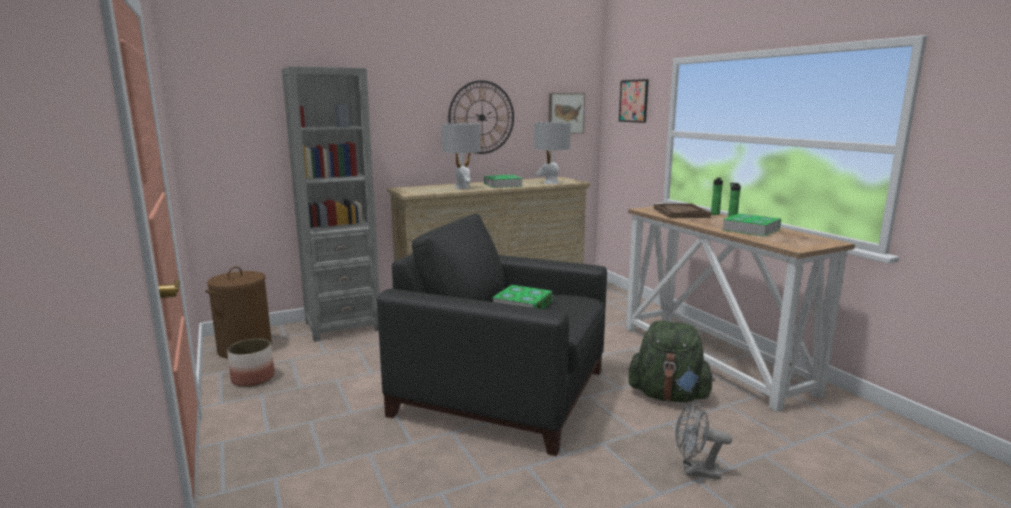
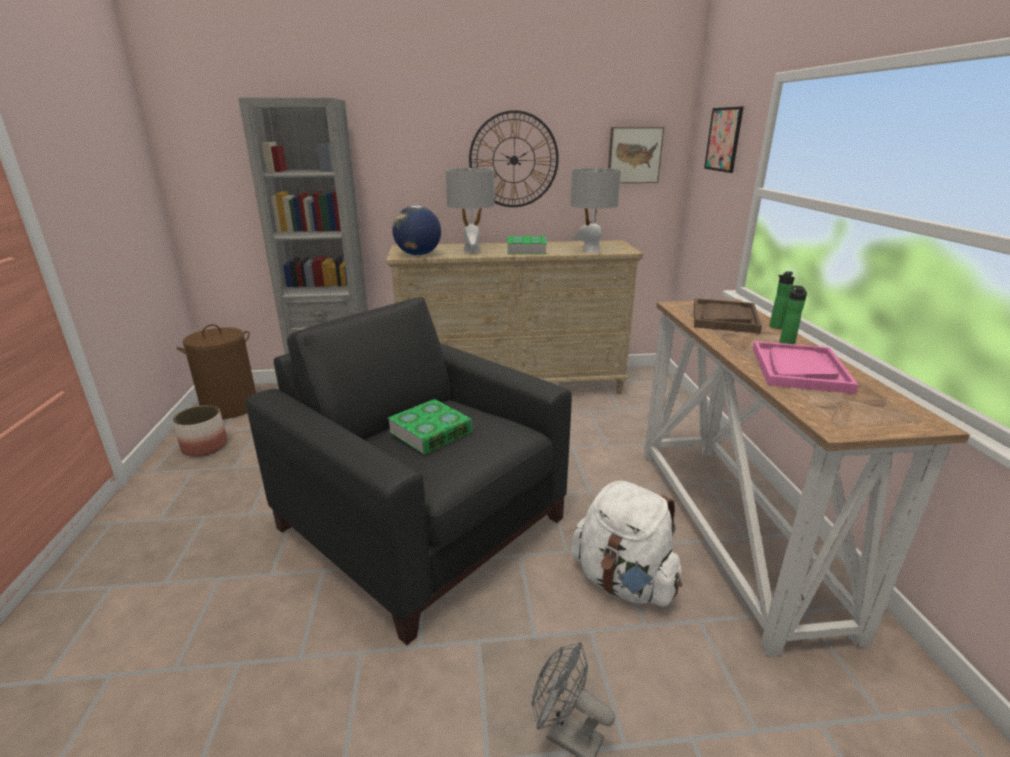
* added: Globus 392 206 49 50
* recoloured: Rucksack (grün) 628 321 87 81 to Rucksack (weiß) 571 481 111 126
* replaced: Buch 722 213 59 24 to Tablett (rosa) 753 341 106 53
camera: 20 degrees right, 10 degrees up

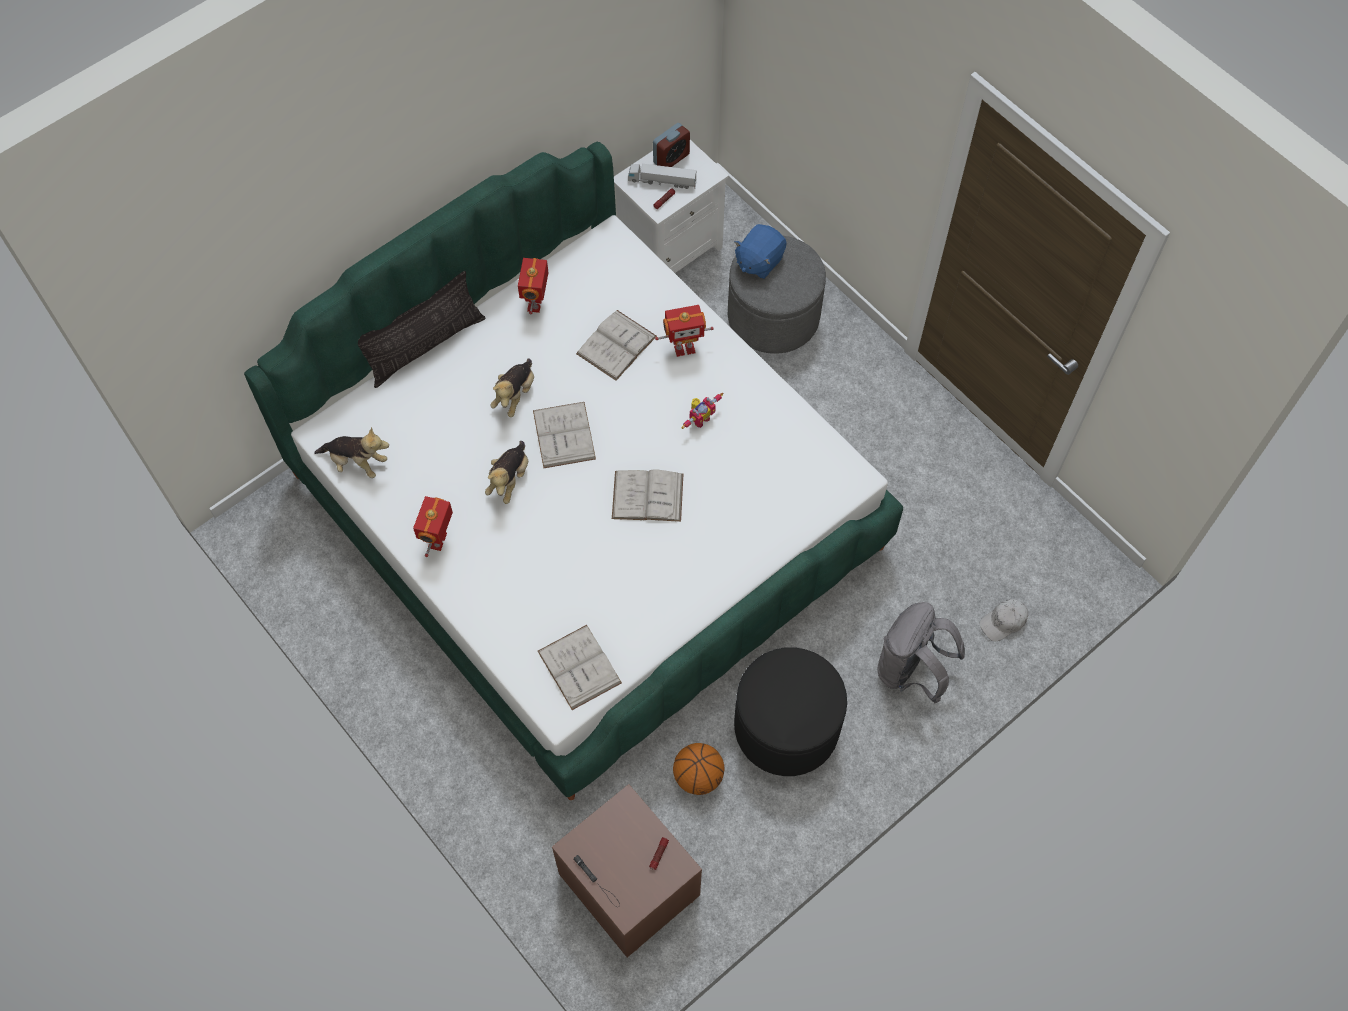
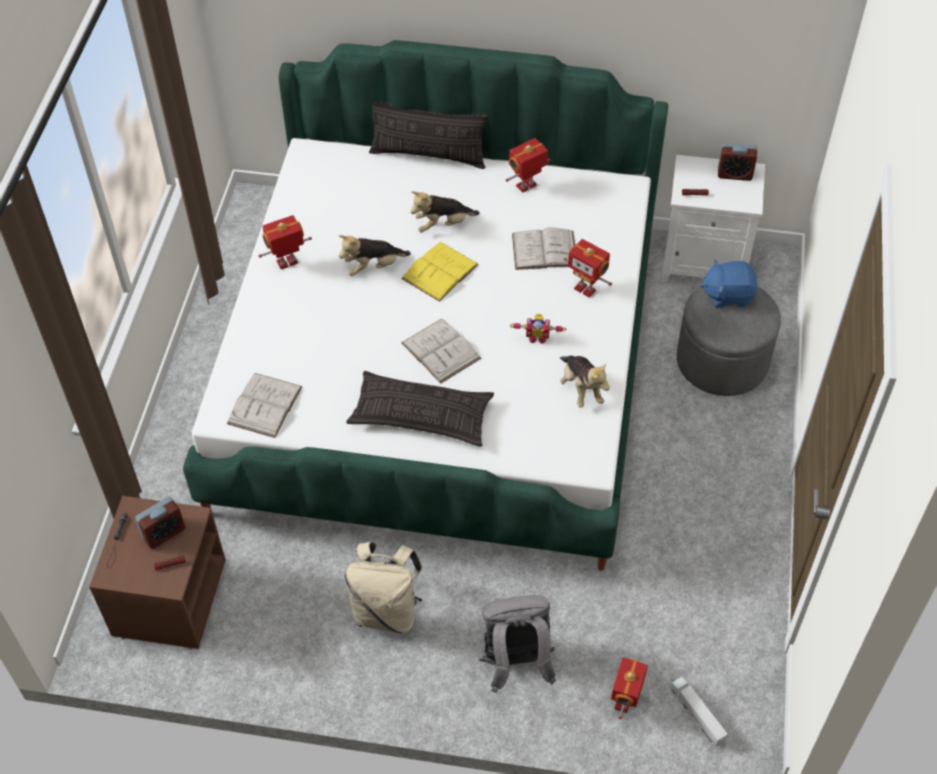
* added: Wecker 135 497 50 52
* replaced: Polsterhocker (schwarz) 734 647 113 129 to Rucksack (beige) 345 541 78 92
* added: Kissen 346 371 148 76
* recoloured: Buch (weiß) 533 402 63 67 to Buch (gelb) 401 242 78 60
* moved: Plüschtier 314 427 75 51 to 560 356 50 52
* replaced: Kappe (weiß) 980 599 48 43 to Spielzeugroboter 611 657 37 62
* moved: Spielzeuglaster 628 164 69 25 to 669 677 59 71
* removed: Basketball 673 743 52 52
camera: 50 degrees right, 10 degrees down

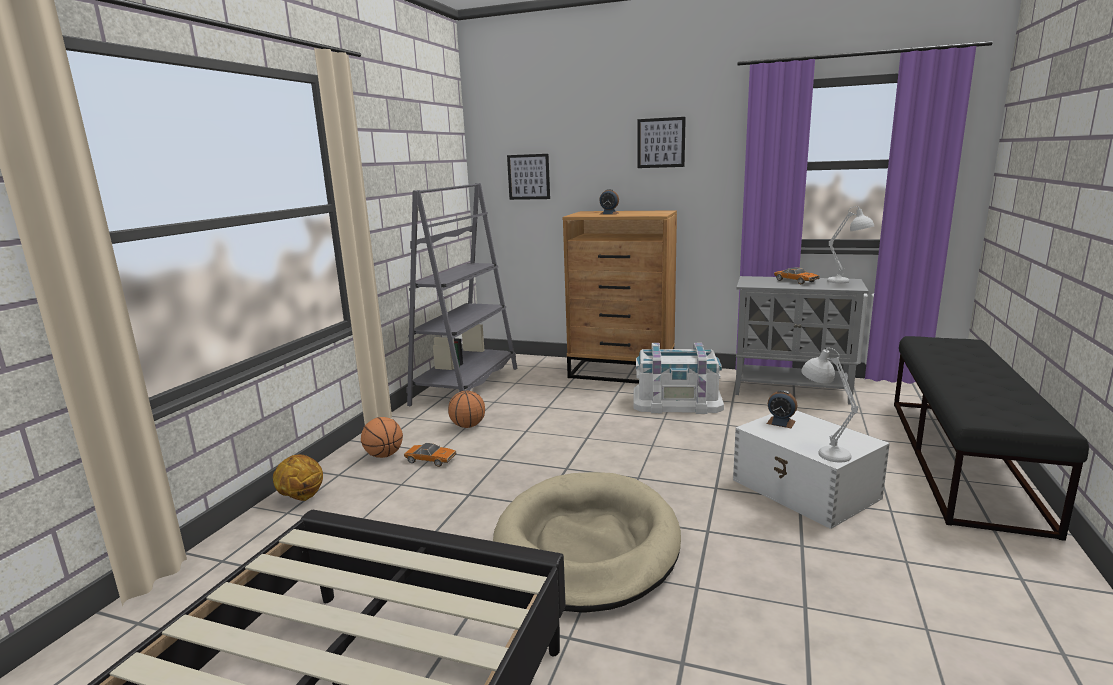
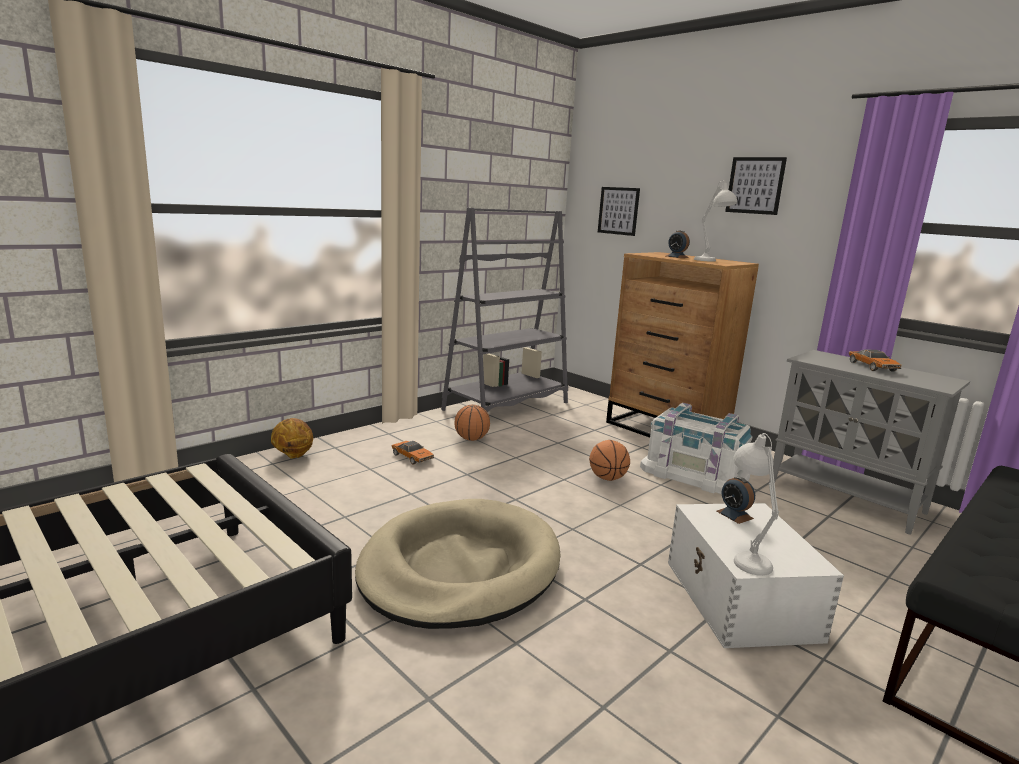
* moved: Basketball 361 417 42 41 to 589 440 41 41
* moved: Tischlampe (weiß) 827 206 47 77 to 694 180 43 82
camera: 25 degrees right, 0 degrees up

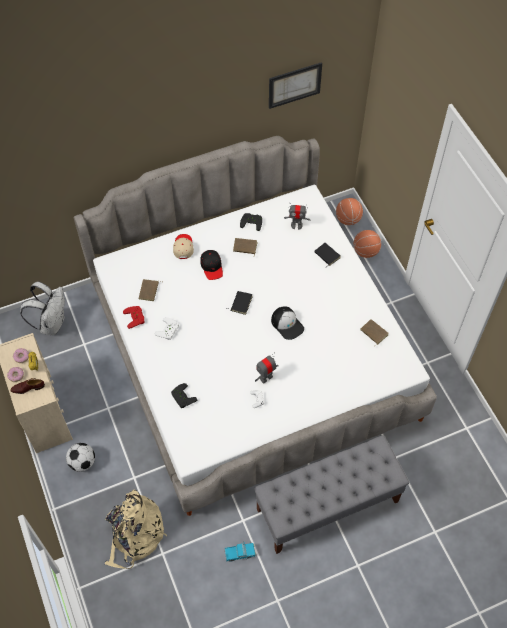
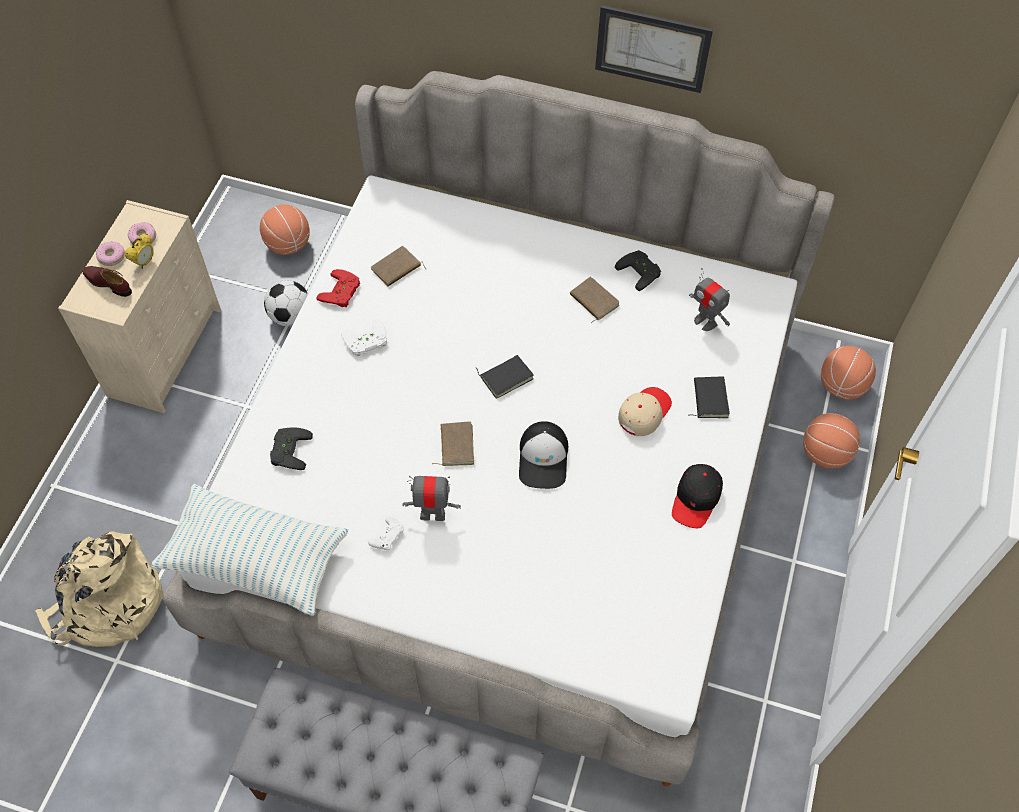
* added: Kissen 152 484 196 132
* replaced: Rucksack (weiß) 20 281 45 54 to Basketball 260 204 50 51
* moved: Fußball 66 443 29 29 to 264 280 44 46
* moved: Buch (braun) 361 319 27 28 to 432 421 42 45
* moved: Bild 269 62 53 47 to 595 5 118 88
* moved: Kappe (beige) 173 234 21 25 to 618 387 54 49
* moved: Kappe (schwarz) 200 250 23 30 to 672 464 51 64
* removed: Spielzeuglaster 224 541 32 21
camera: 40 degrees right, 0 degrees up

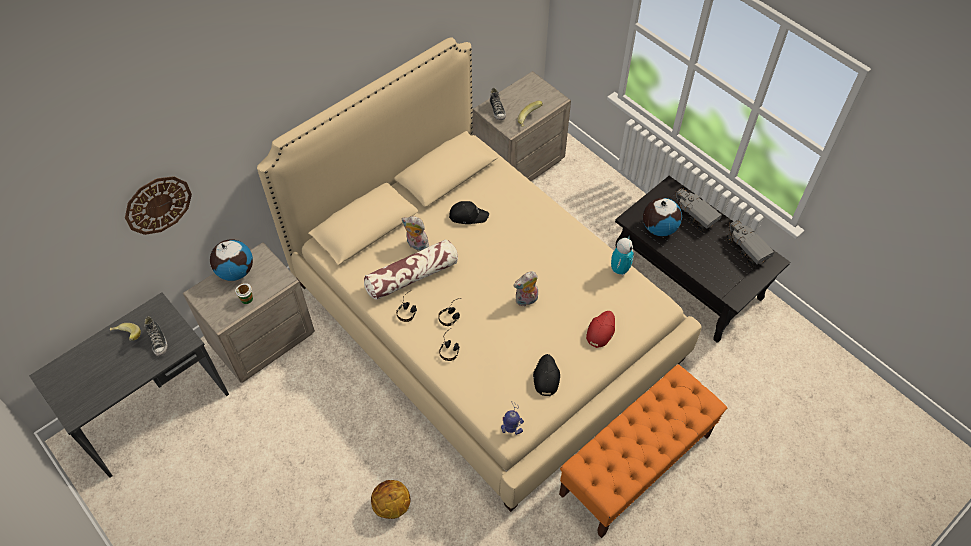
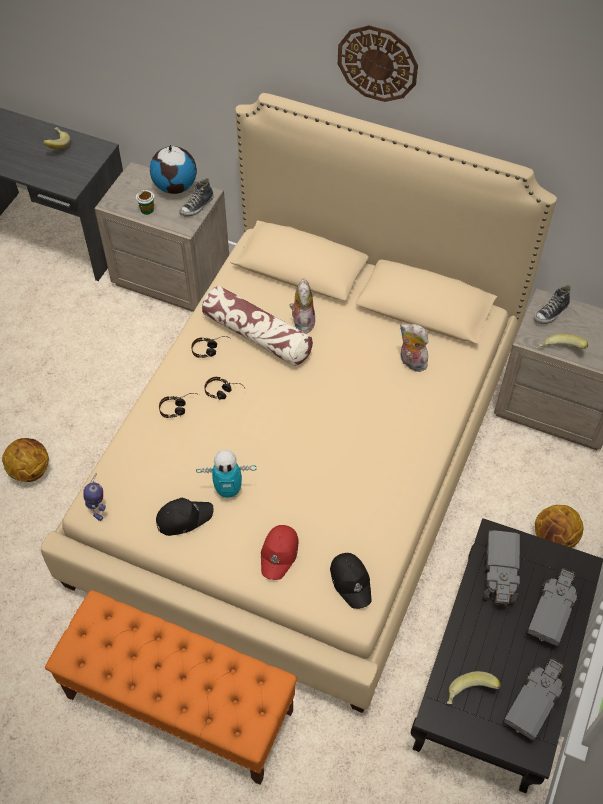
* moved: Schuh 144 316 24 40 to 179 178 35 38
* moved: Spielzeugroboter 611 235 23 41 to 196 450 61 48
* turned: Kappe (rot) 586 311 29 37 = 261 525 38 55 105 degrees clockwise
* moved: Kappe (schwarz) 449 201 40 23 to 330 553 42 56
* moved: Wanduhr 125 176 67 59 to 338 25 80 77
* moved: Plüschtier 513 271 25 35 to 400 324 28 48
* added: Banane 447 671 54 33
* replaced: Globus 643 198 39 38 to Spielzeuglaster 482 530 38 76
* added: Basketball 535 505 48 43
camera: 65 degrees right, 0 degrees up

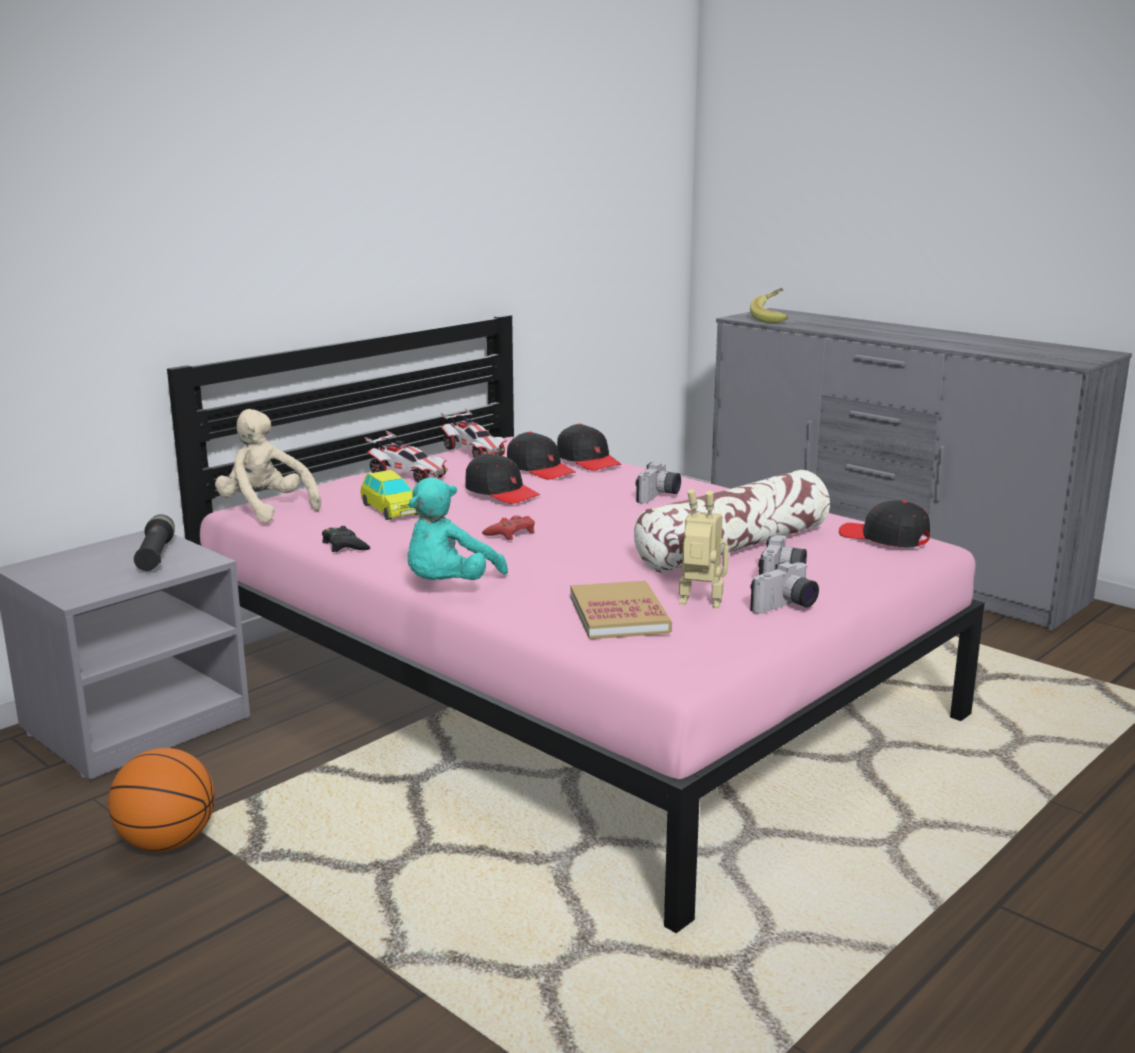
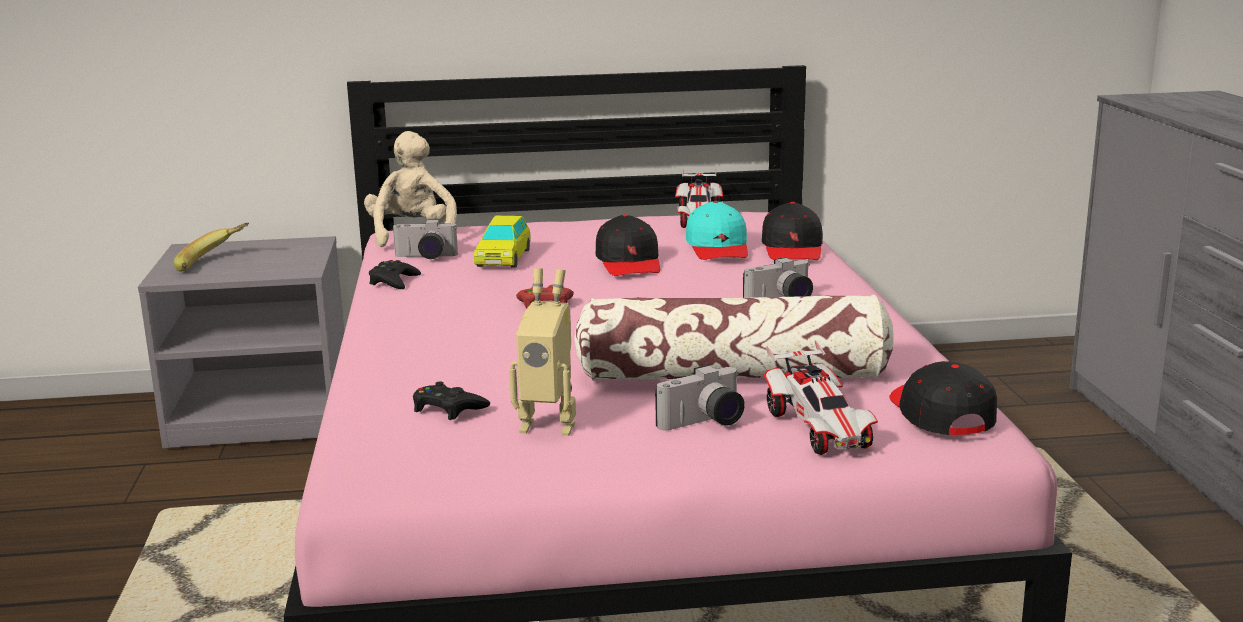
* moved: Banane 750 288 38 35 to 174 223 75 49
* moved: Kamera 750 561 69 53 to 393 219 65 40
* replaced: Buch 571 581 101 58 to Gamepad (schwarz) 413 382 77 38
* turned: Spielzeugroboter 679 489 50 119 = 509 268 67 168 135 degrees clockwise
* recoloured: Kappe (schwarz) 507 431 69 49 to Kappe (türkis) 686 201 62 59
* moved: Spielzeugauto 365 431 83 52 to 763 340 115 115
* removed: Basketball 108 748 107 104
* removed: Taschenlampe (schwarz) 134 514 41 57
* removed: Plüschtier (türkis) 408 478 100 102
camera: 40 degrees right, 0 degrees up

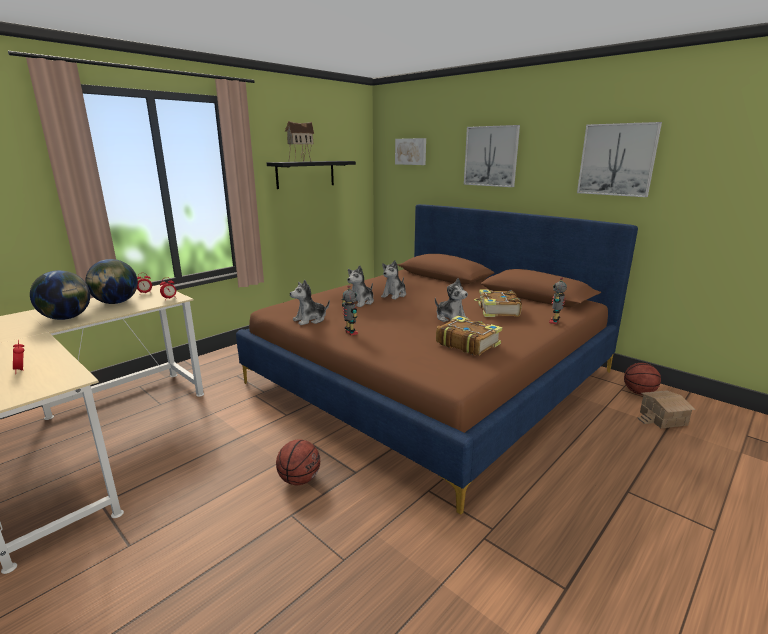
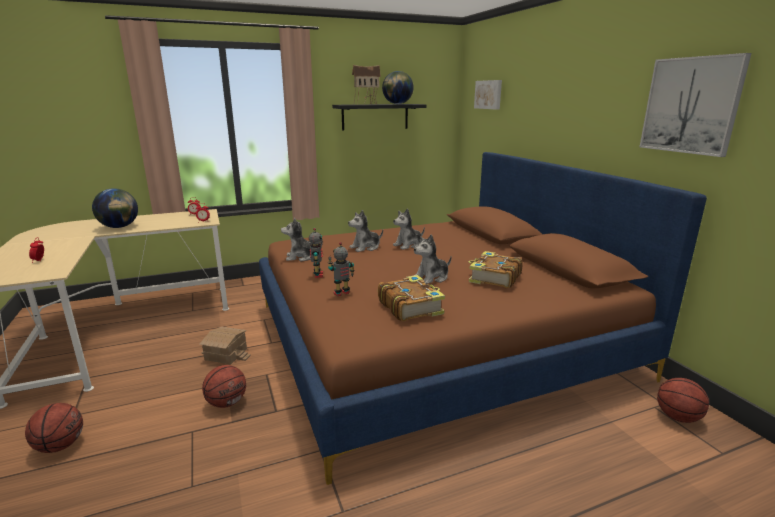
* added: Basketball 25 403 58 50
* moved: Spielzeughaus 637 390 59 39 to 199 327 52 37
* moved: Spielzeugroboter 549 277 18 47 to 328 242 27 54
* moved: Globus 85 259 53 45 to 382 71 32 33
* turned: Plüschtier 435 278 34 44 = 413 234 39 50 75 degrees clockwise
* removed: Bild 464 125 56 62
camera: 25 degrees right, 0 degrees up

